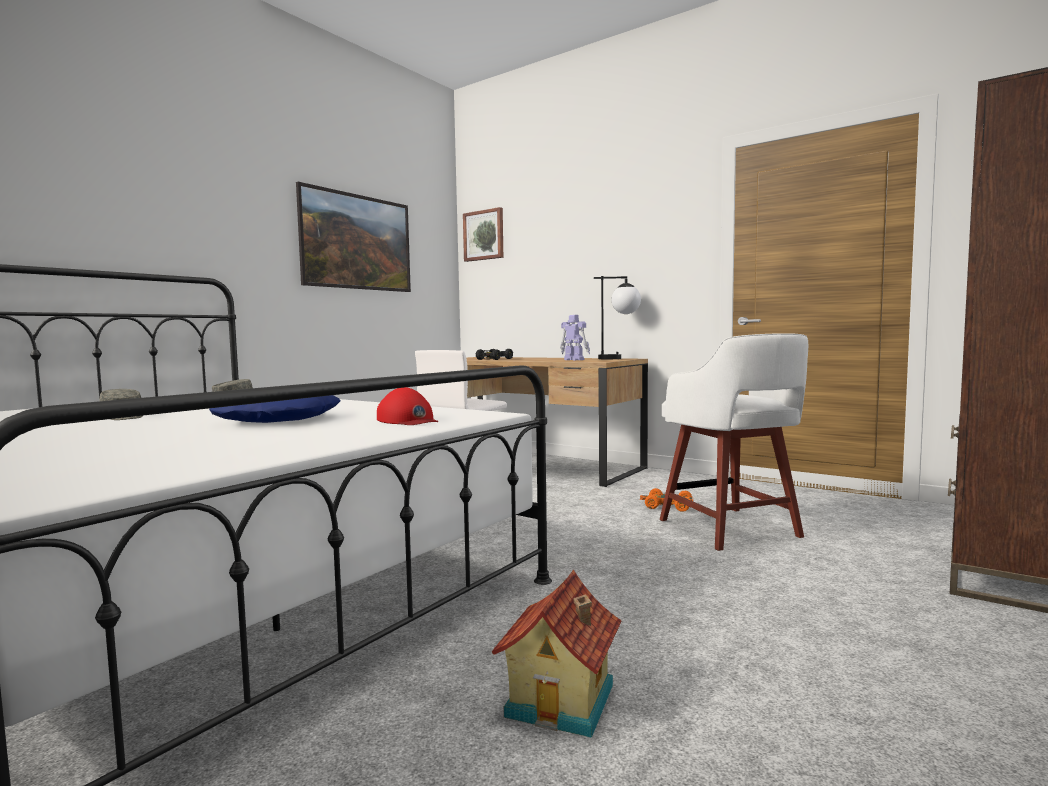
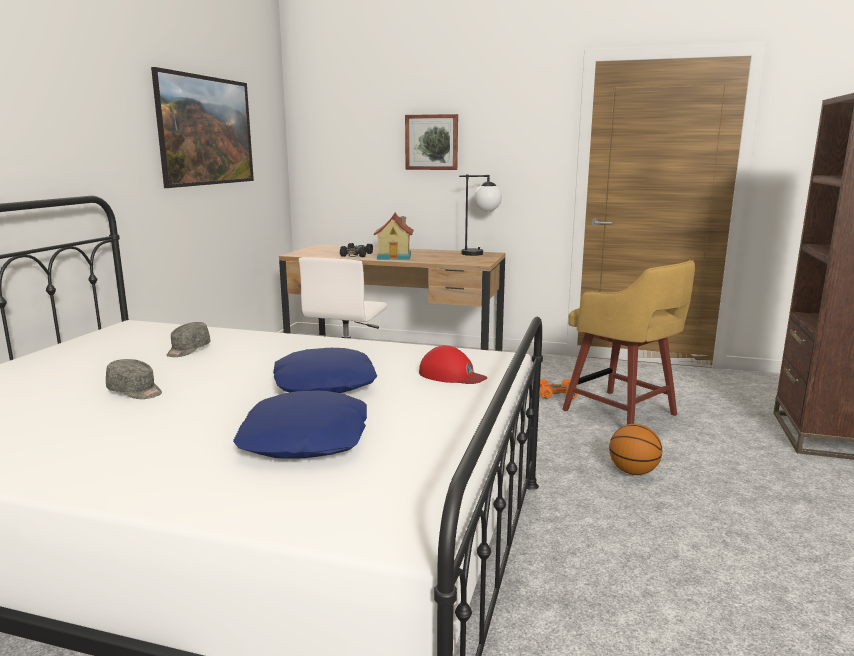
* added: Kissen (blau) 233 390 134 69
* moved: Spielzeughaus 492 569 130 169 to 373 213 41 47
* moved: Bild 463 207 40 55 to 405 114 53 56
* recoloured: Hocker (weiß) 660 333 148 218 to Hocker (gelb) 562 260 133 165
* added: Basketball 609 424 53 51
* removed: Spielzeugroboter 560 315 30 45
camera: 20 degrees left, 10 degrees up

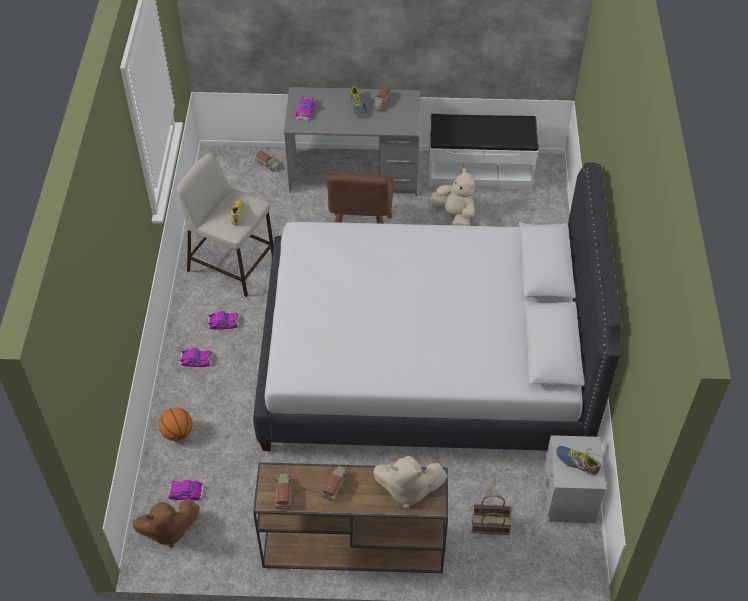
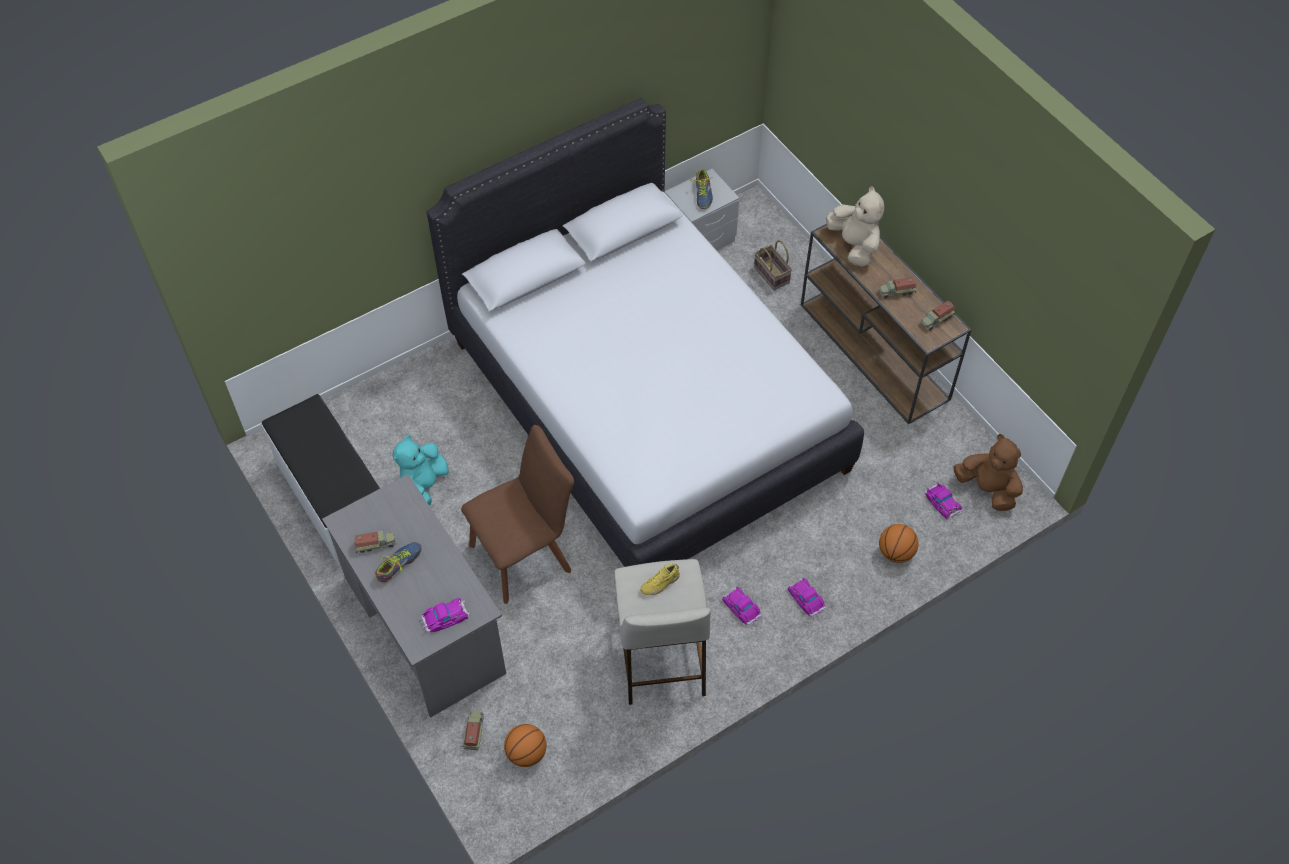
* recoloured: Plüschtier (beige) 431 168 44 58 to Plüschtier (türkis) 393 435 56 71
* added: Basketball 504 724 43 43
camera: 125 degrees left, 5 degrees up

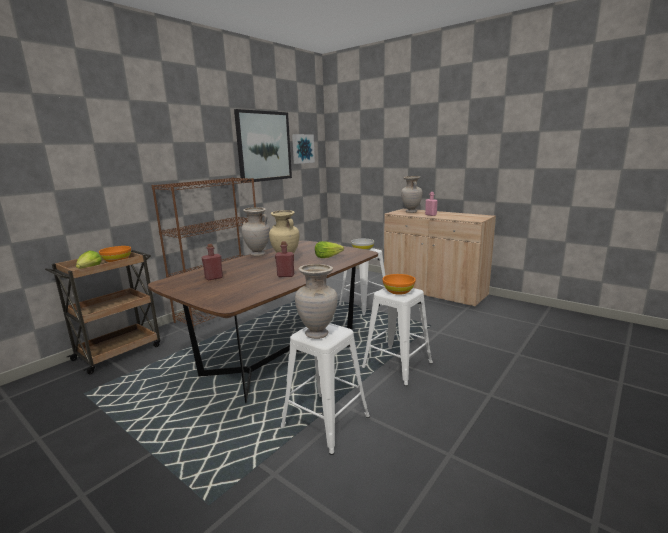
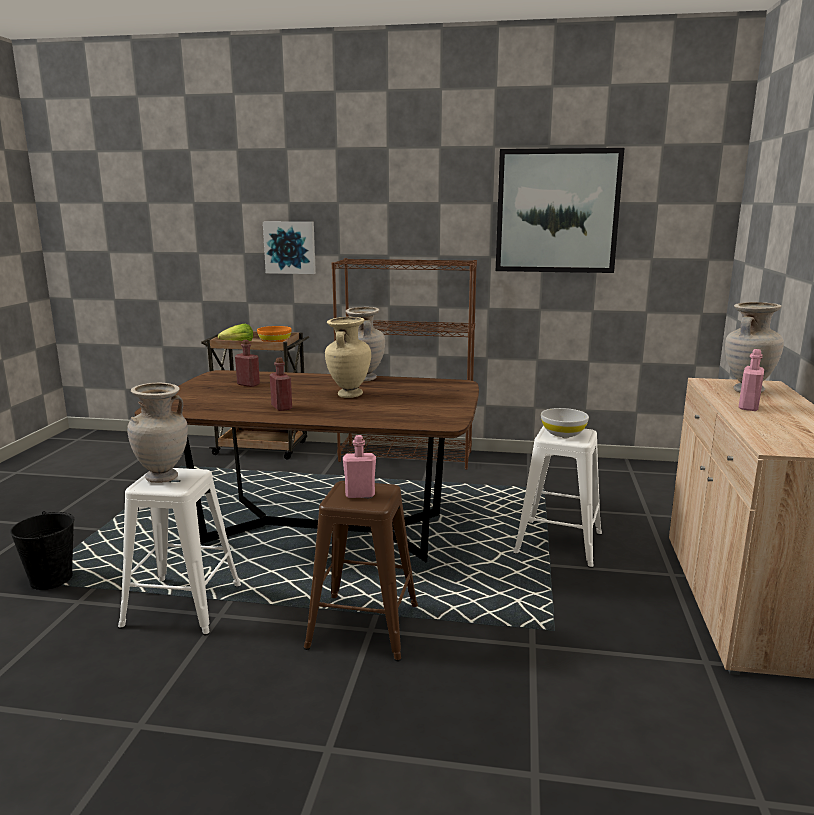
* added: Eimer (schwarz) 10 511 64 79
* moved: Bild 292 134 23 30 to 263 222 53 52
* recoloured: Hocker (weiß) 362 288 71 98 to Hocker (braun) 304 481 114 180
* replaced: Schüssel (orange) 383 274 33 21 to Flasche (rosa) 343 435 33 63
* removed: Salatkopf 315 241 29 17
camera: 60 degrees right, 0 degrees up

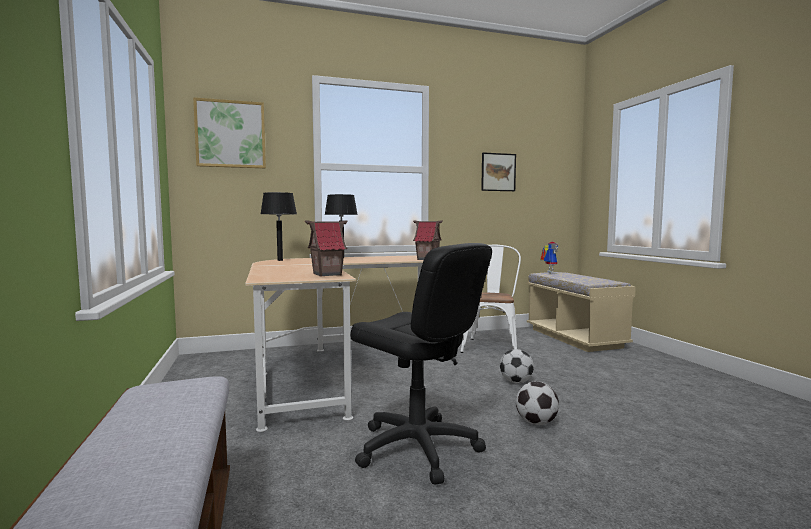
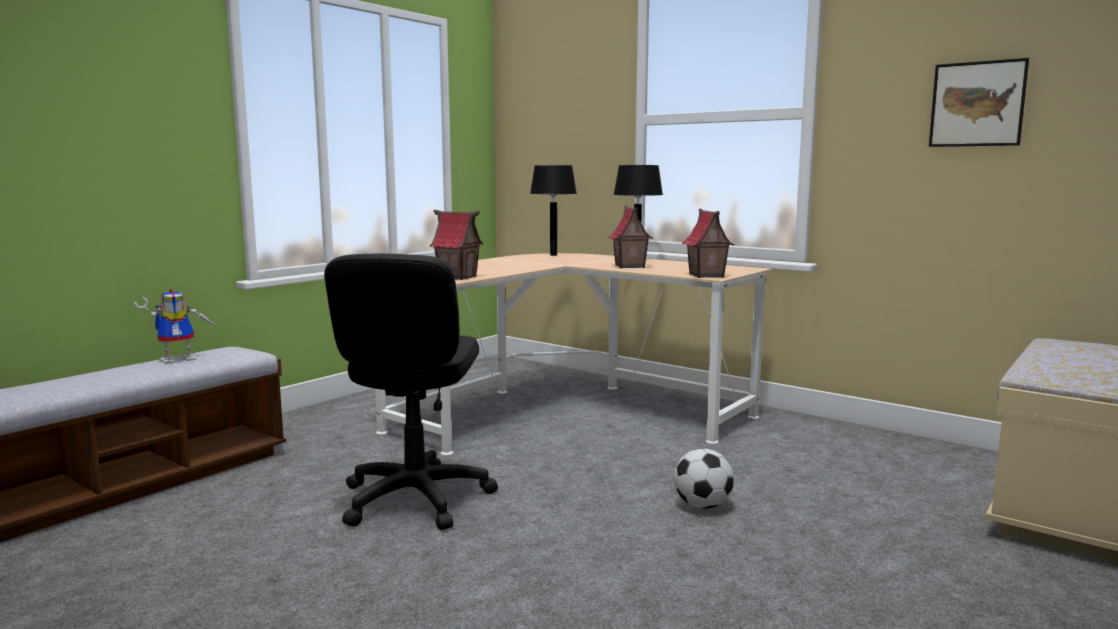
* moved: Spielzeugroboter 540 242 18 32 to 134 289 83 75
* added: Spielzeughaus 608 205 45 63
* removed: Bild 193 97 73 71
* removed: Stuhl (weiß) 460 245 61 108
* removed: Fußball 516 382 43 43
camera: 55 degrees right, 5 degrees up

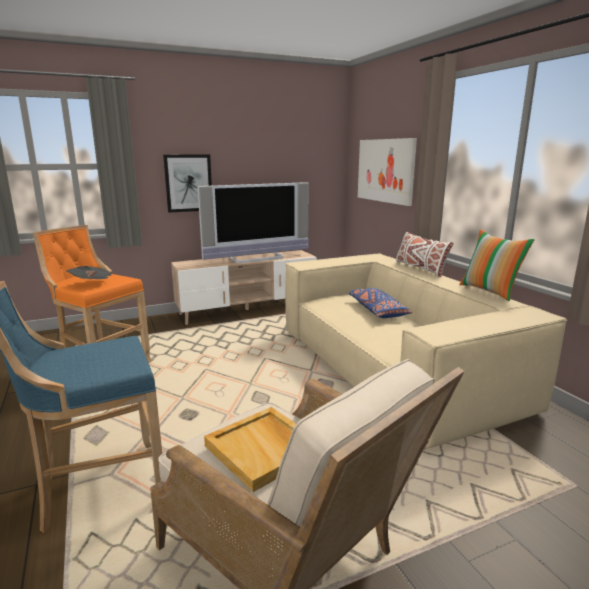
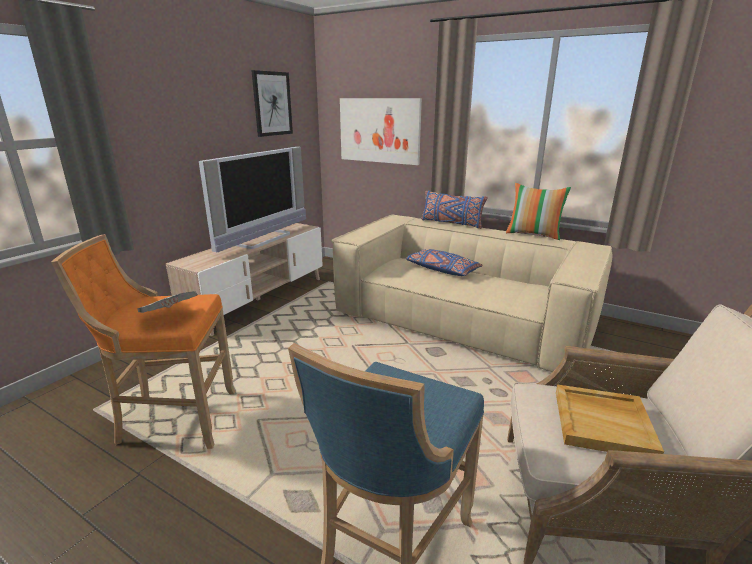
* moved: Bild 163 155 49 58 to 251 70 42 67
* recoloured: Kissen (weiß) 396 232 58 45 to Kissen (blau) 421 191 67 38
camera: 35 degrees left, 5 degrees up

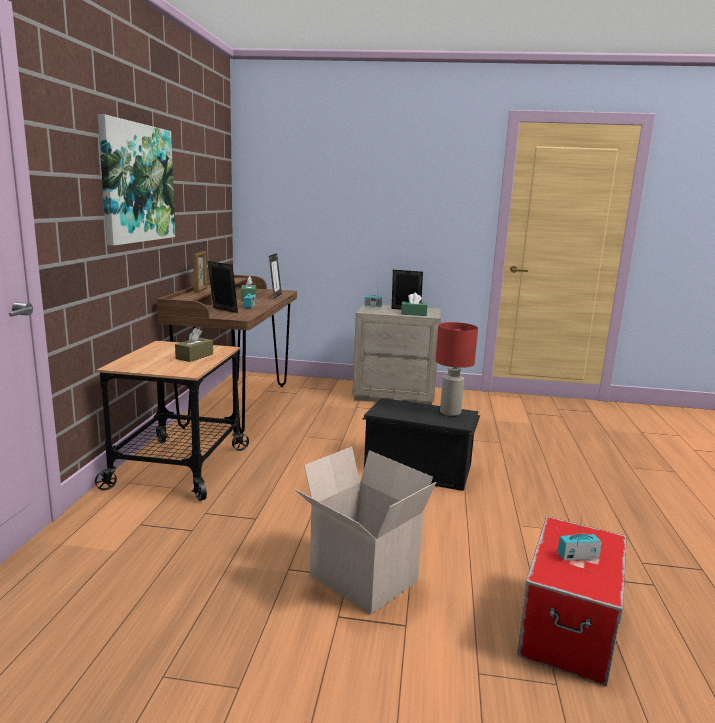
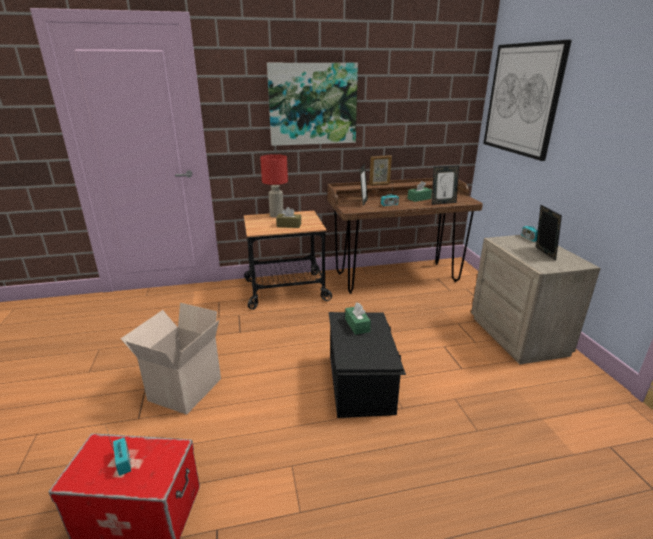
* moved: Tischlampe (rot) 435 322 43 94 to 260 154 28 64
* moved: Taschentuchbox (grün) 401 293 26 23 to 345 302 26 33
* added: Bild 483 40 89 121
camera: 70 degrees right, 10 degrees up

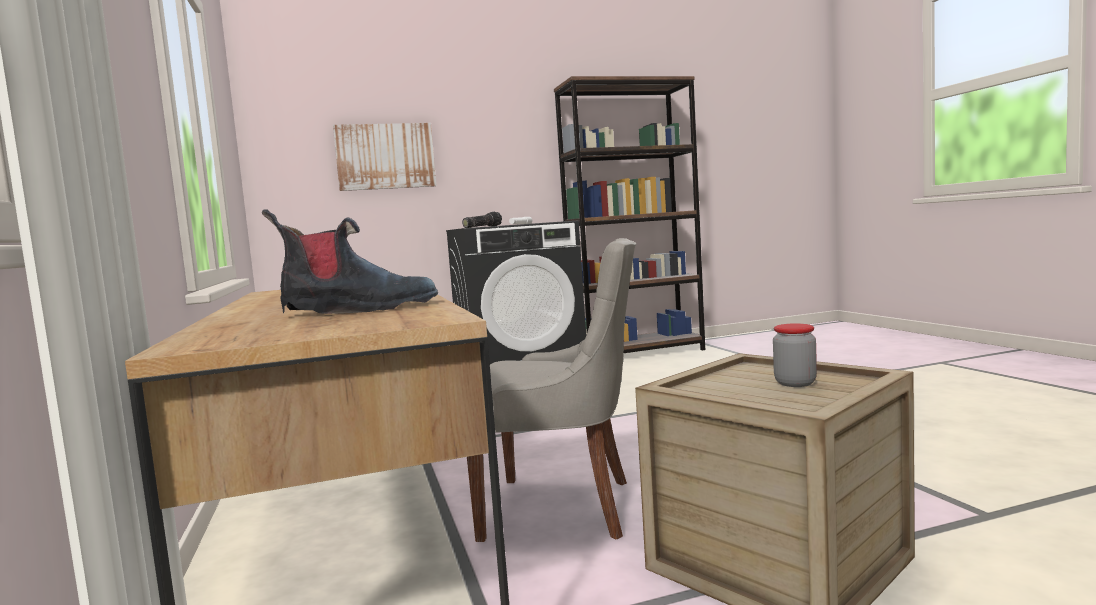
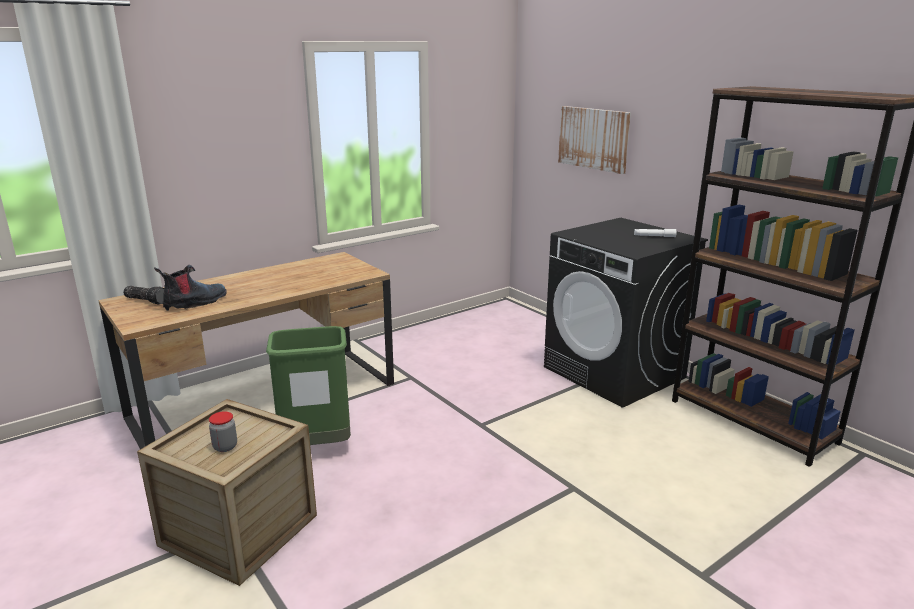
* moved: Taschenlampe 462 212 40 16 to 123 286 41 18
* turned: Stiefel 262 209 176 105 = 154 265 73 46 105 degrees counterclockwise
* replaced: Stuhl (grau) 467 238 170 304 to Mülleimer (grün) 266 326 85 119
camera: 70 degrees right, 15 degrees up

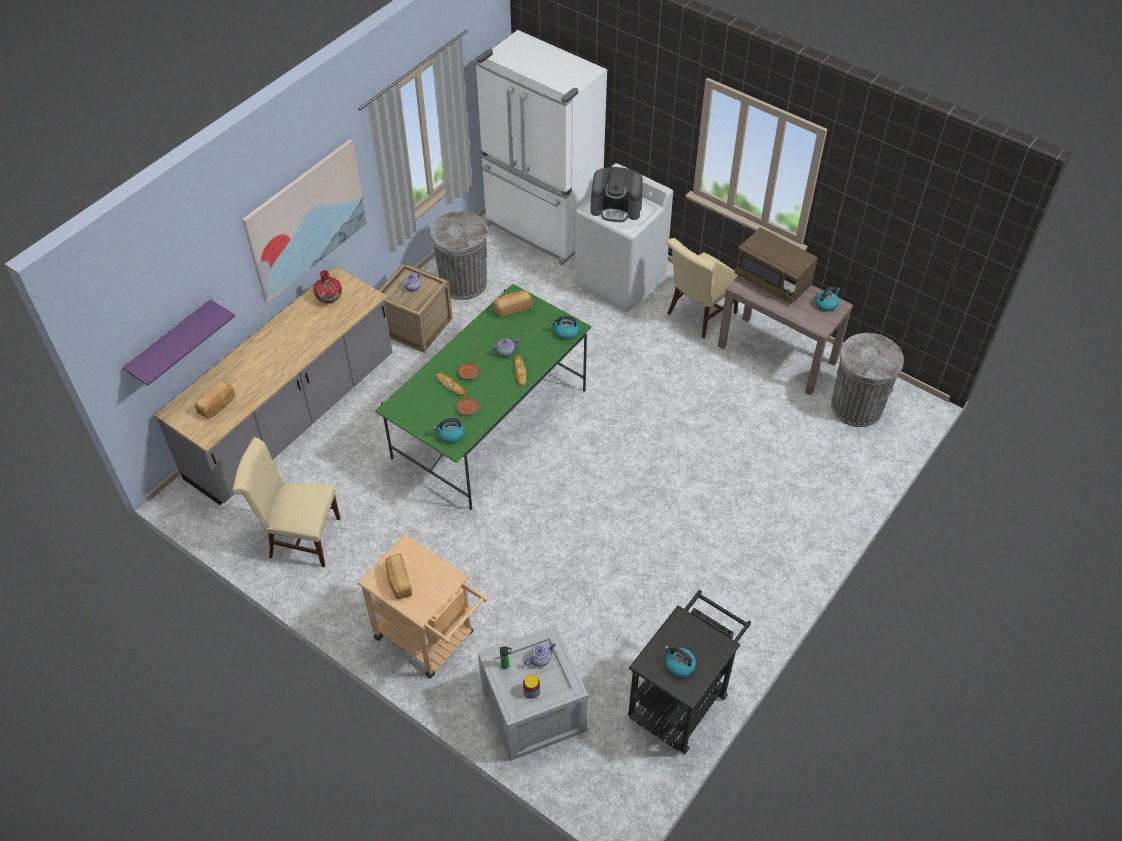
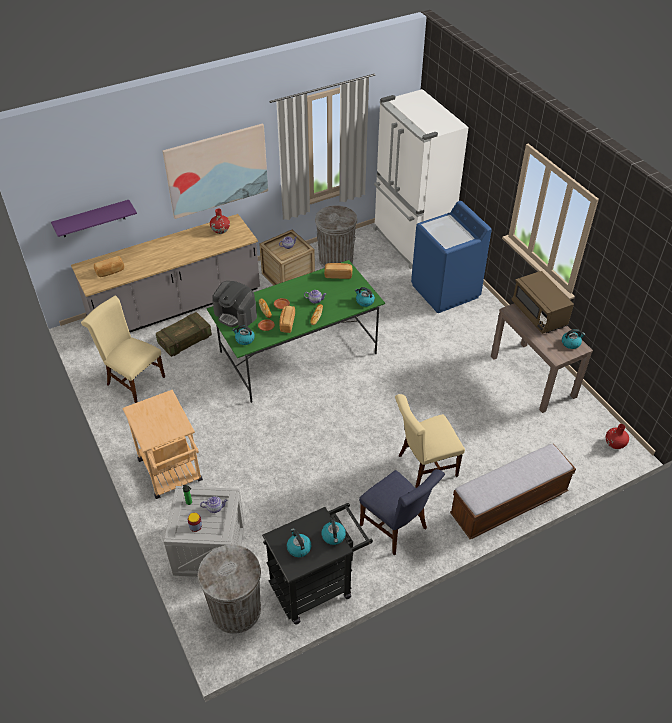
* added: Kiste 156 312 56 45
* moved: Mülleimer (grau) 831 333 73 94 to 197 545 64 89
* moved: Kaffeemaschine 591 167 52 55 to 212 281 45 48
* moved: Brot 385 553 27 46 to 280 306 15 27
* added: Wasserkessel 321 519 25 26
* added: Stuhl (blau) 359 469 86 86
* moved: Stuhl (beige) 666 238 72 100 to 395 394 70 94
* recoloured: Waschmaschine (weiß) 575 163 98 149 to Waschmaschine (blau) 411 201 81 112
* added: Bank 450 444 126 95
* added: Vase (rot) 606 424 23 25
camera: 25 degrees right, 5 degrees down

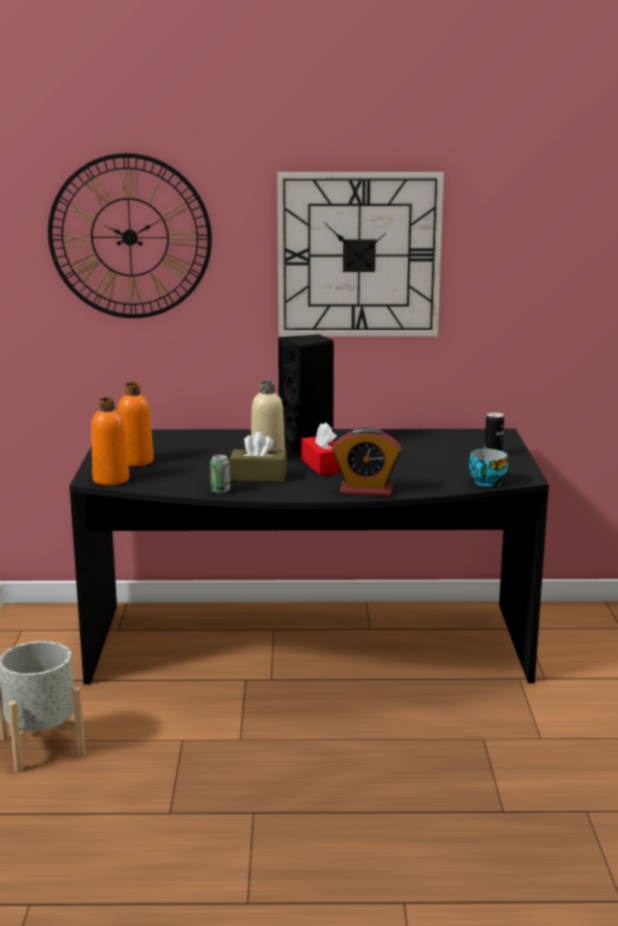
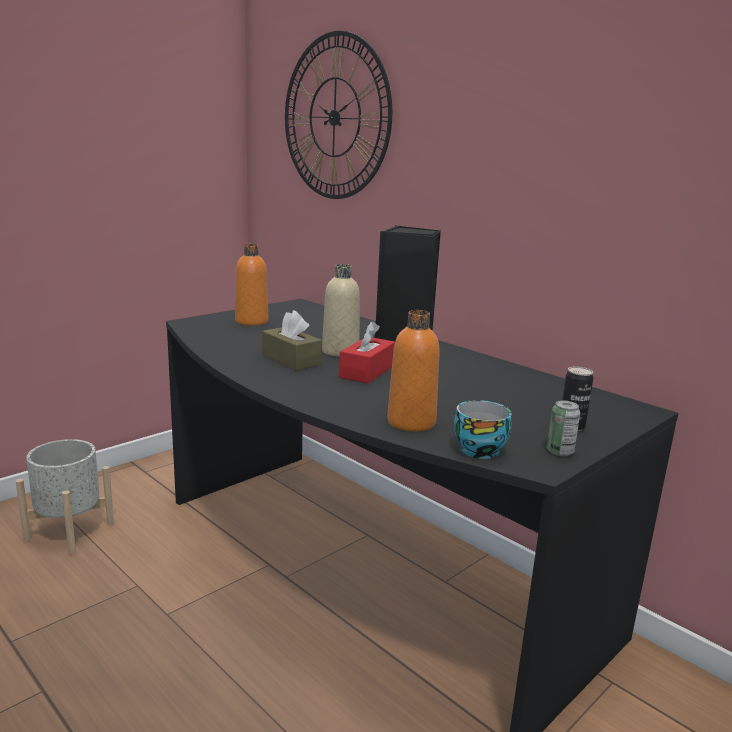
* moved: Flasche (orange) 91 397 38 89 to 387 310 53 121
* moved: Dose 210 455 20 39 to 547 400 33 56
* removed: Wanduhr 277 172 167 165
* removed: Wecker 333 427 68 70
camera: 45 degrees right, 0 degrees up

